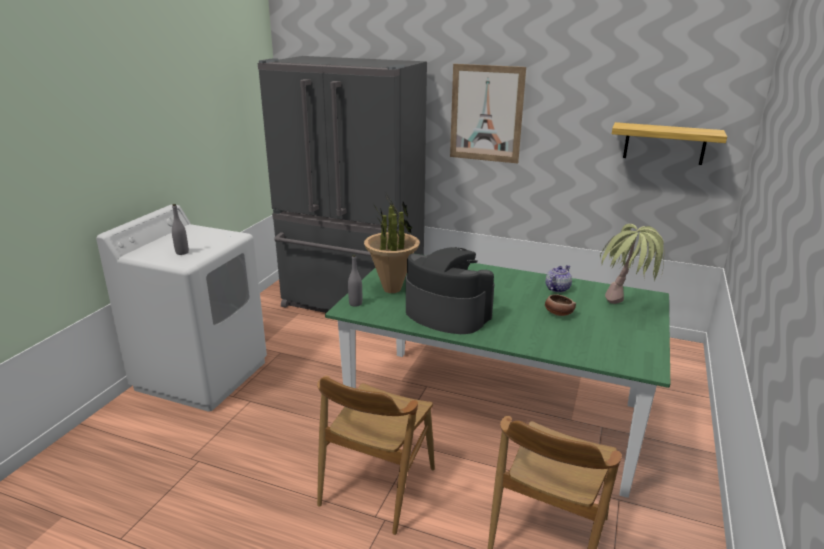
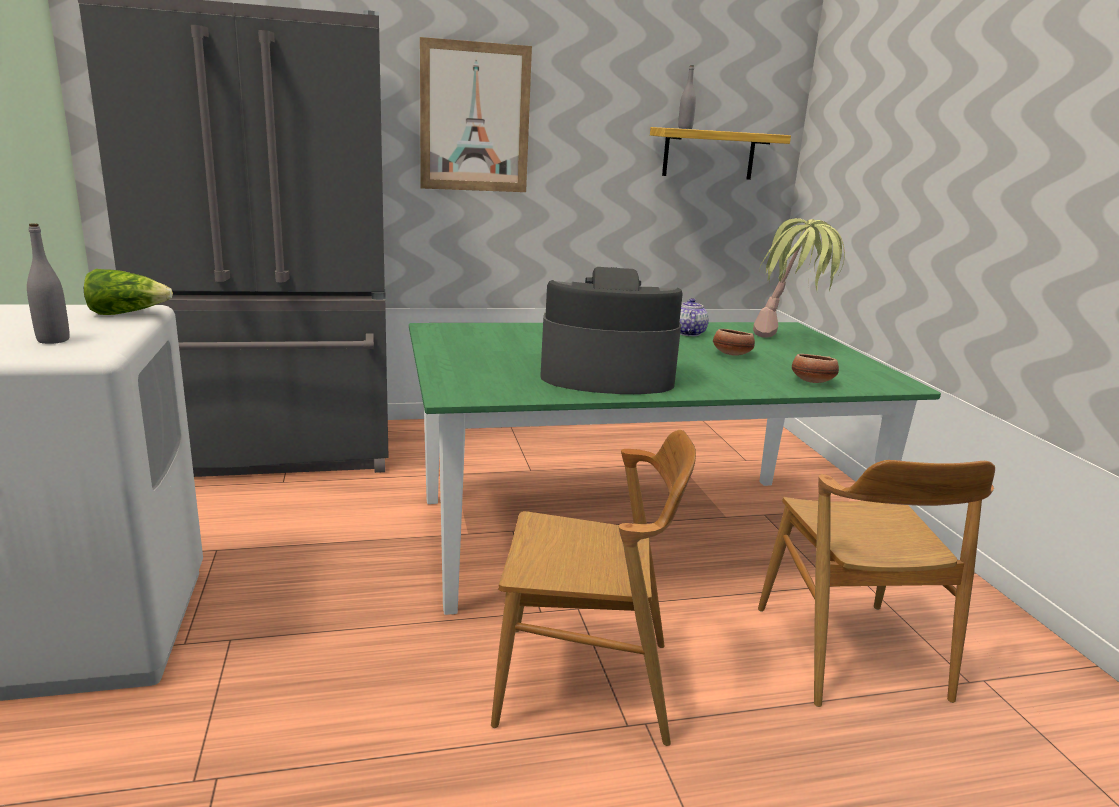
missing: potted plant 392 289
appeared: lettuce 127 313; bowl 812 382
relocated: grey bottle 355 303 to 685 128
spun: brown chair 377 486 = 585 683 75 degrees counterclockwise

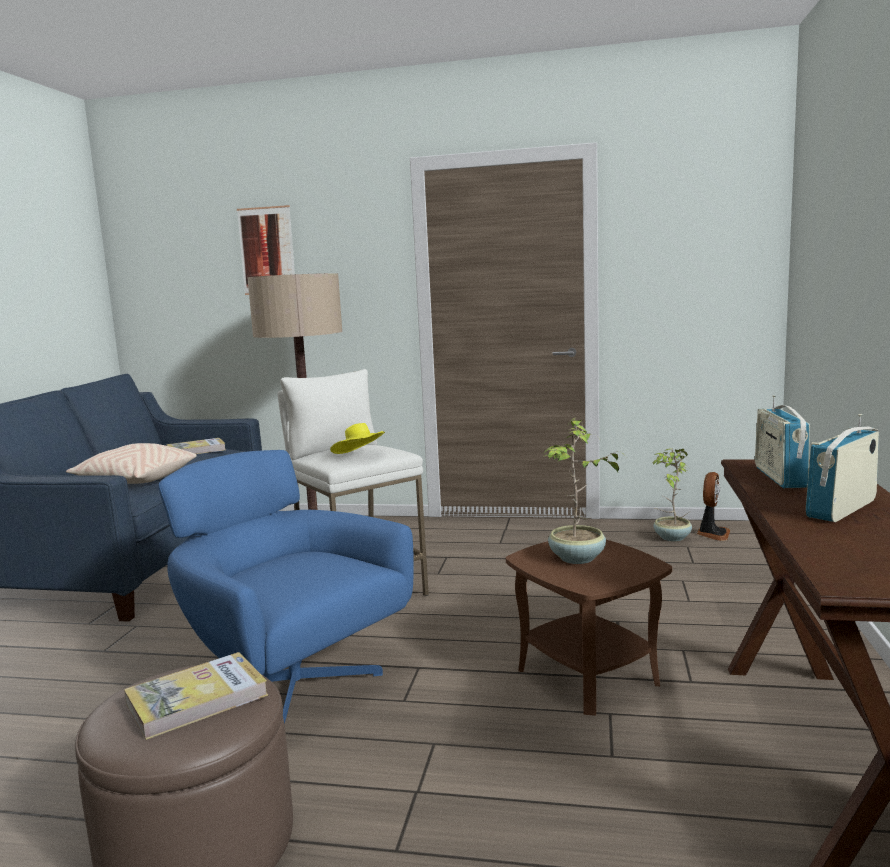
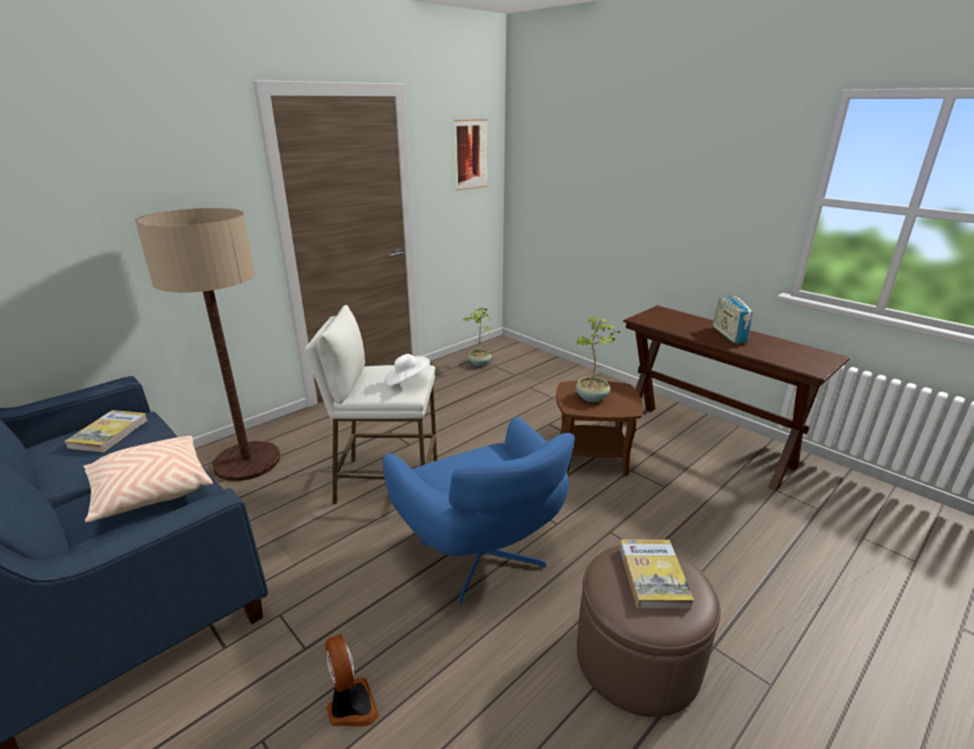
missing: radio 780 477
relocated: picture 267 251 to 471 154; fan 712 534 to 350 707
colour: yellow hat 359 456 to white hat 407 381
spun: blue armchair 291 680 = 484 558 105 degrees counterclockwise

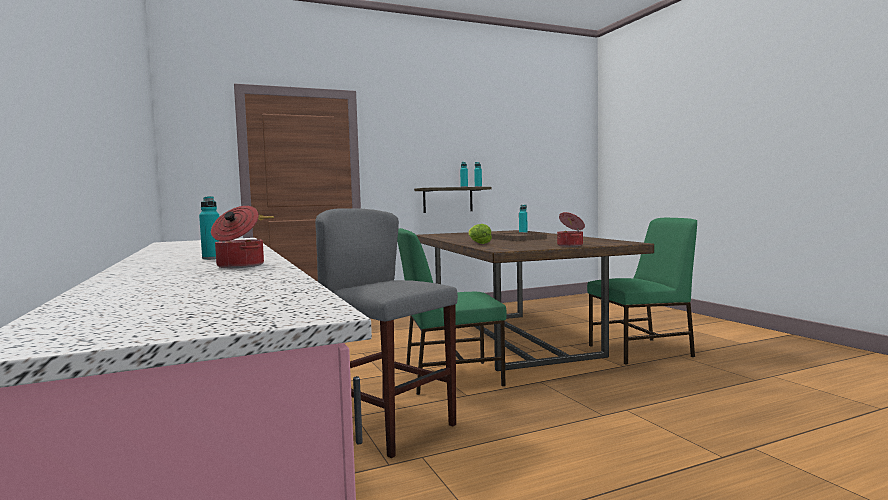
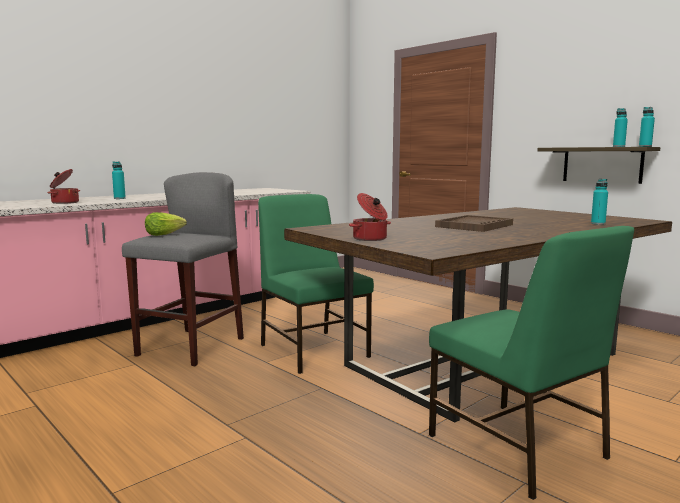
relocated: lettuce 478 243 to 164 234

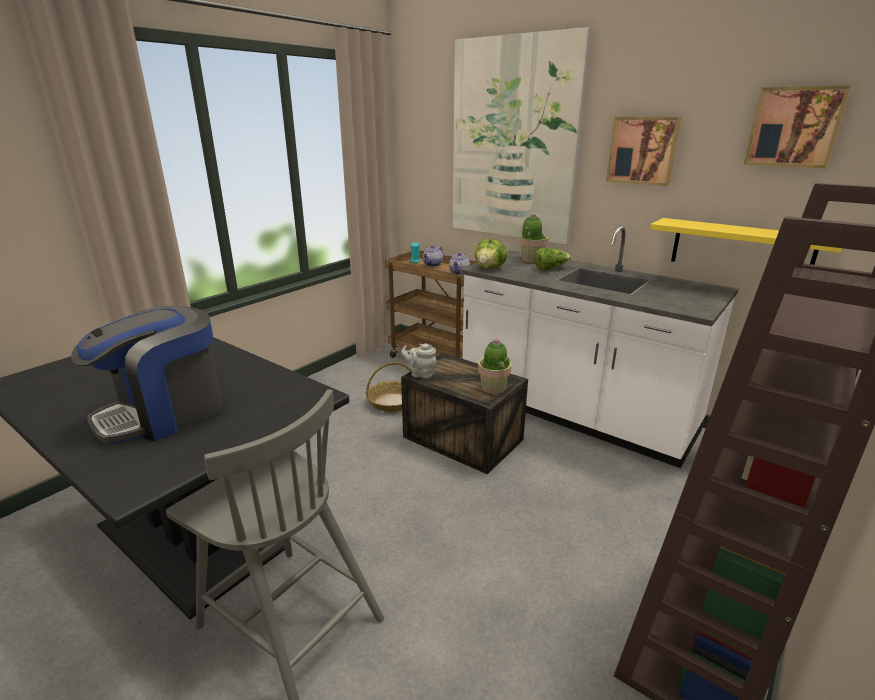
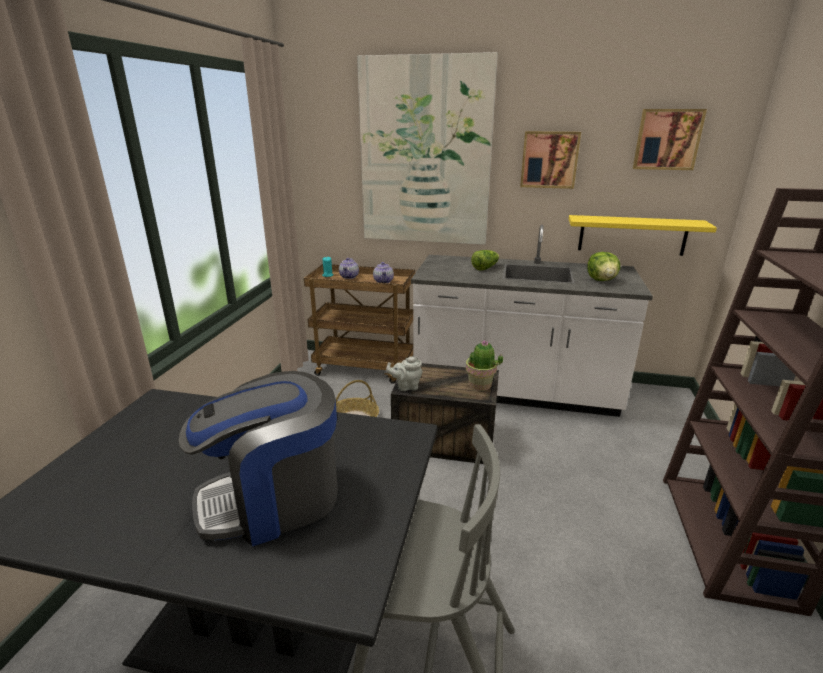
missing: potted plant 531 260
relocated: lettuce 490 268 to 602 280
spun: coffee machine 164 413 = 273 499 45 degrees clockwise

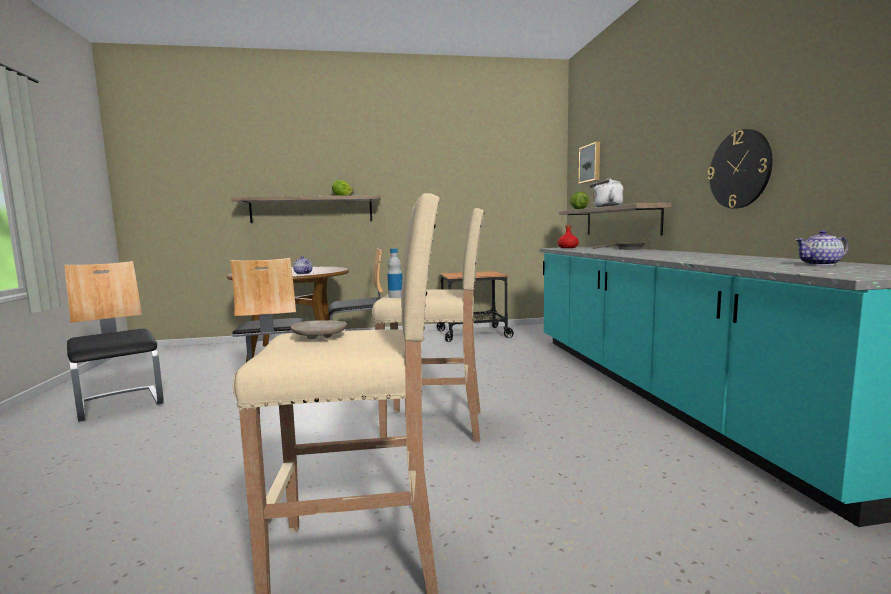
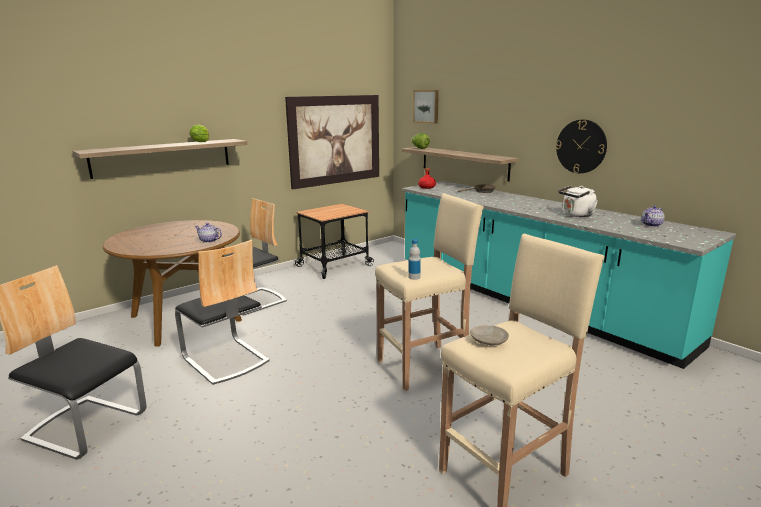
appeared: picture 335 140
relocated: white kettle 605 207 to 576 215

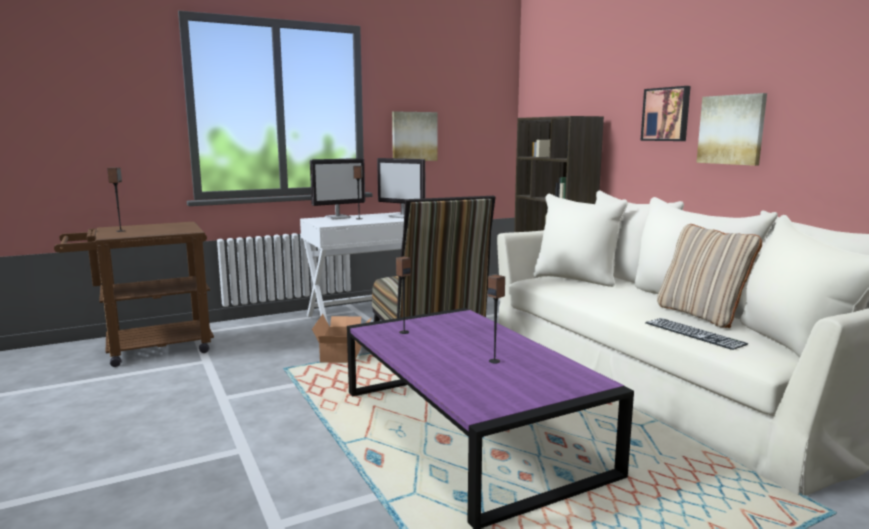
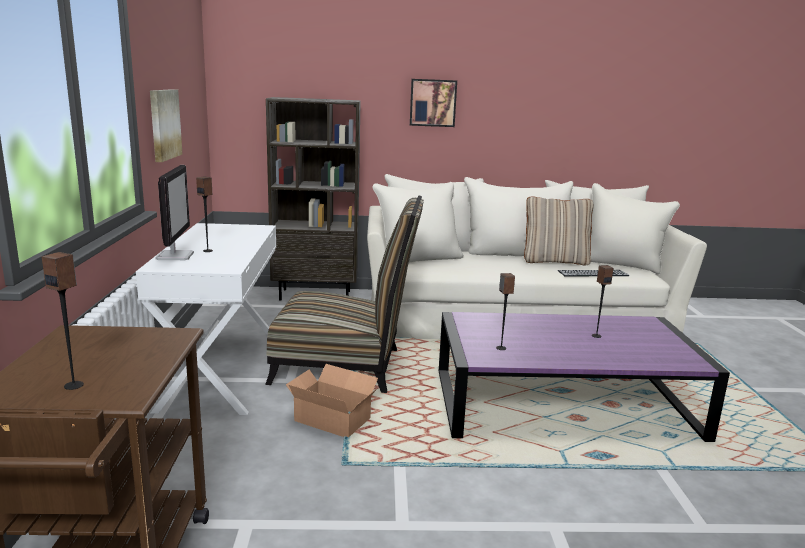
missing: monitor 402 216; picture 731 129

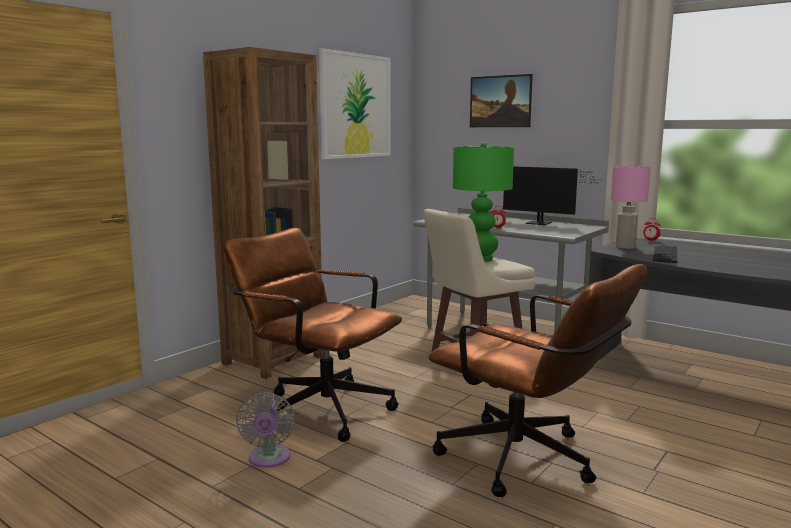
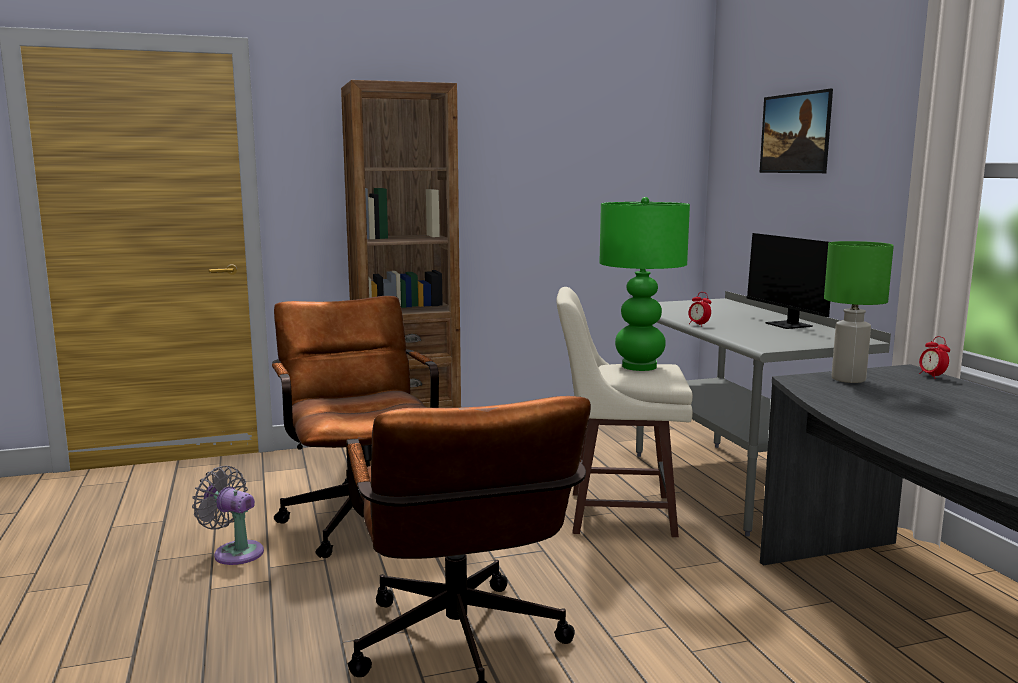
missing: picture 355 106; keyboard 665 254
colour: pink table lamp 626 247 to green table lamp 849 379
spun: grey fan 269 459 = 235 552 90 degrees clockwise

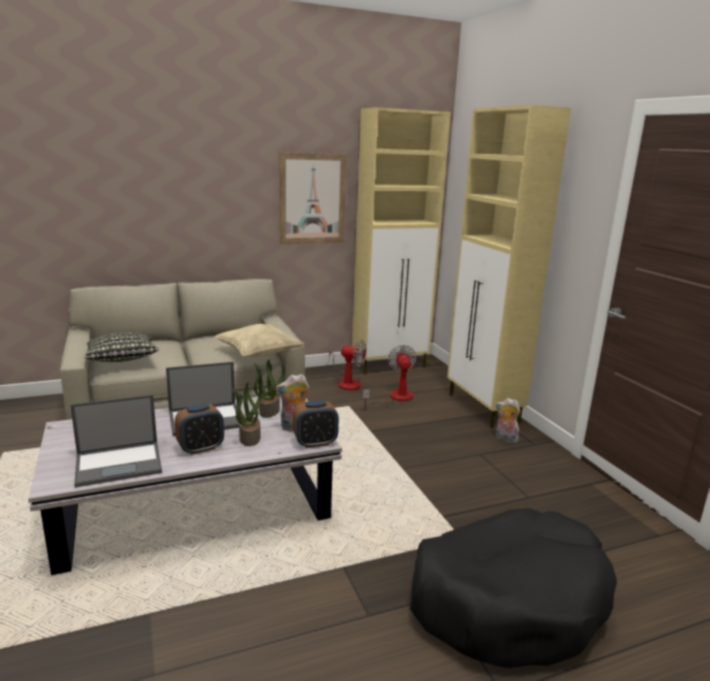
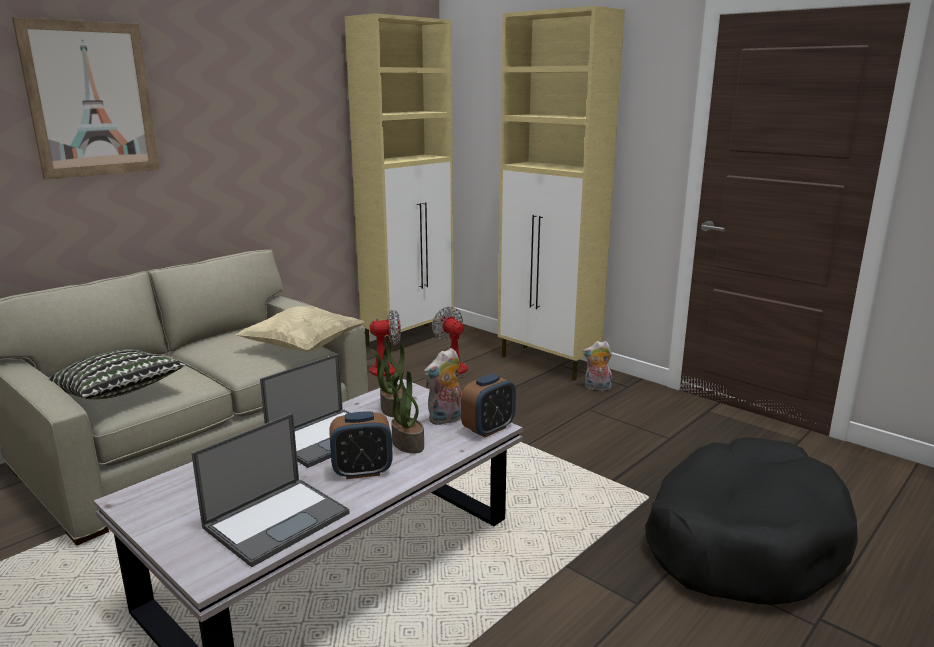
relocated: picture 312 199 to 91 100
spun: alarm clock 200 448 = 362 471 45 degrees clockwise

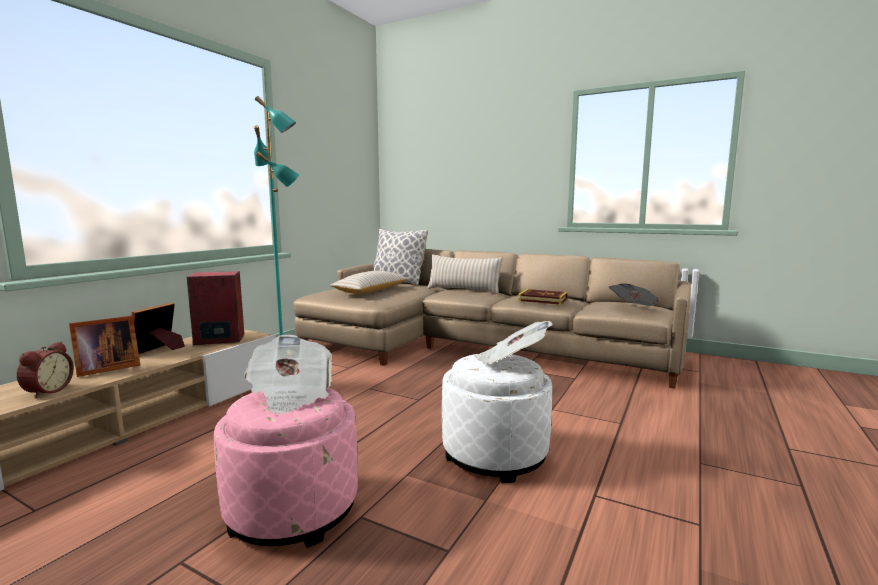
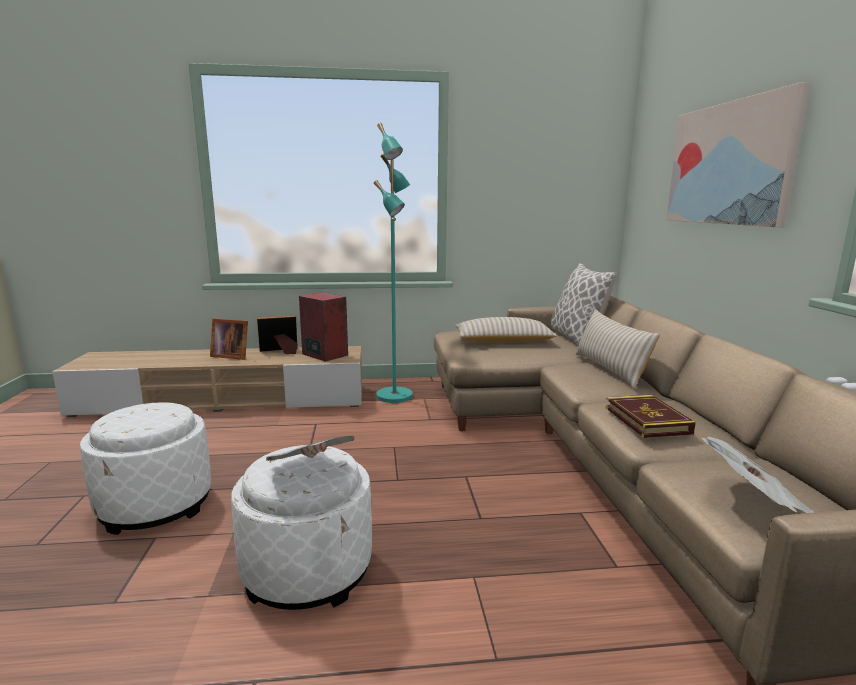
missing: alarm clock 46 391; newspaper 291 395
appeared: picture 729 164
colour: pink ottoman 293 509 to white ottoman 155 505

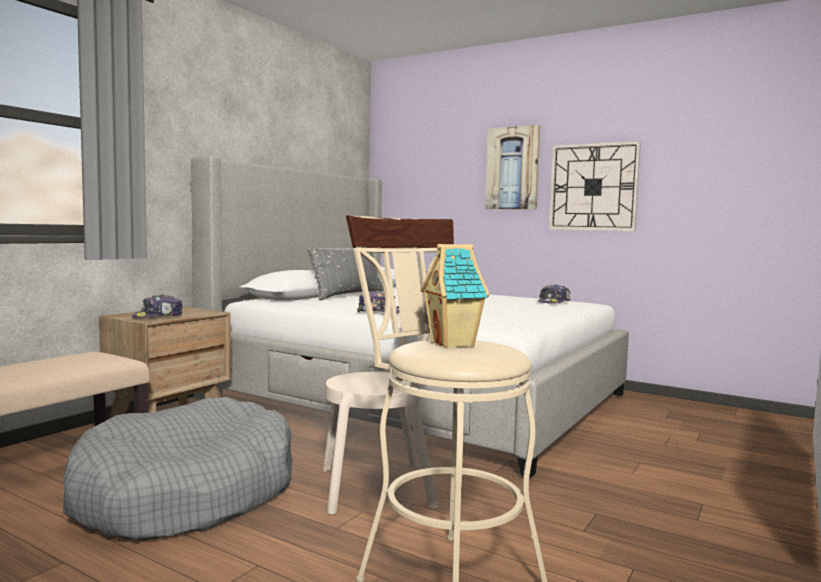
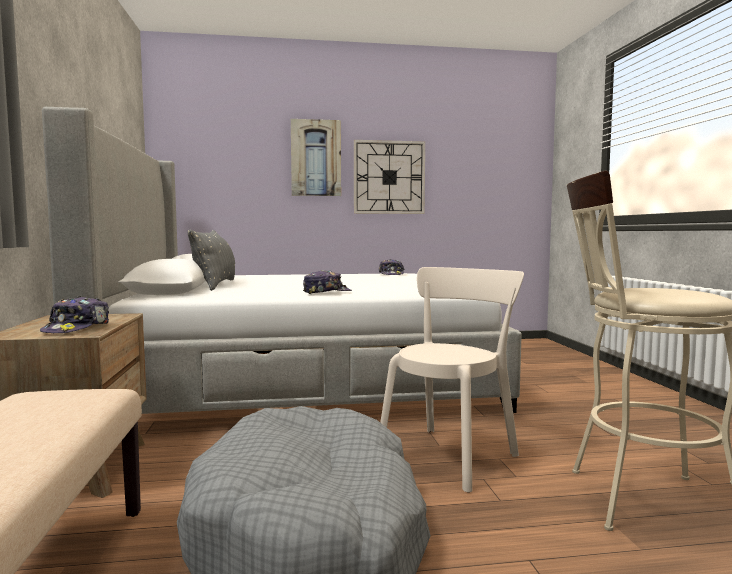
missing: toy house 454 344

